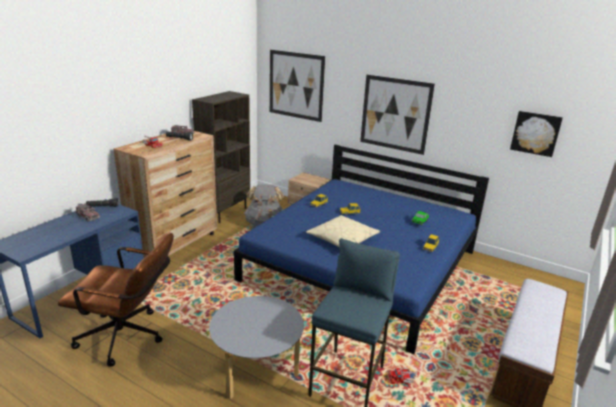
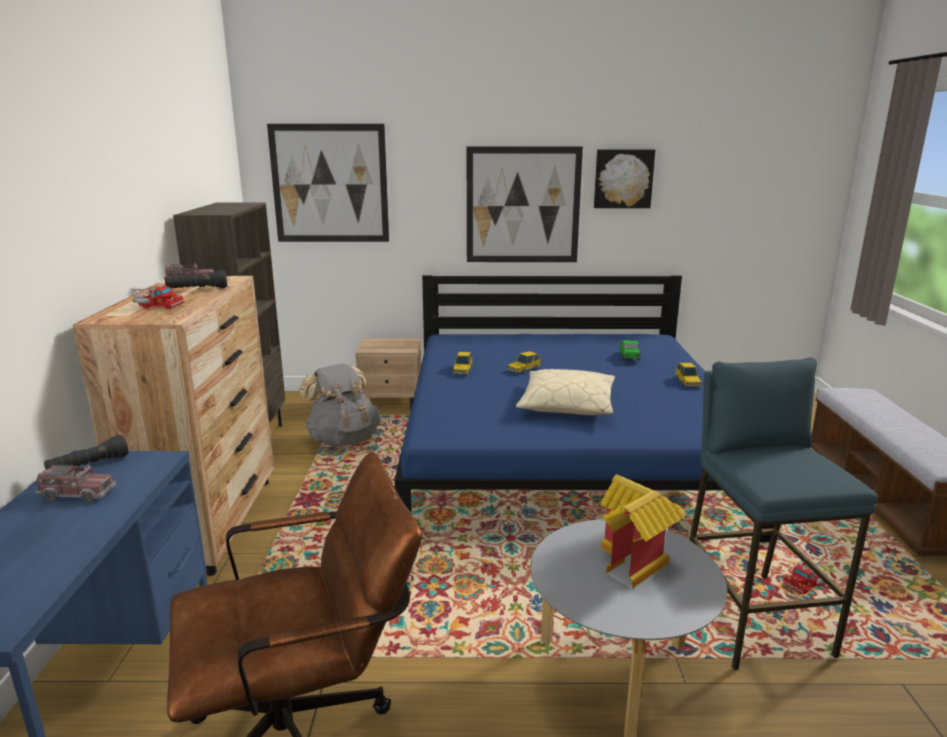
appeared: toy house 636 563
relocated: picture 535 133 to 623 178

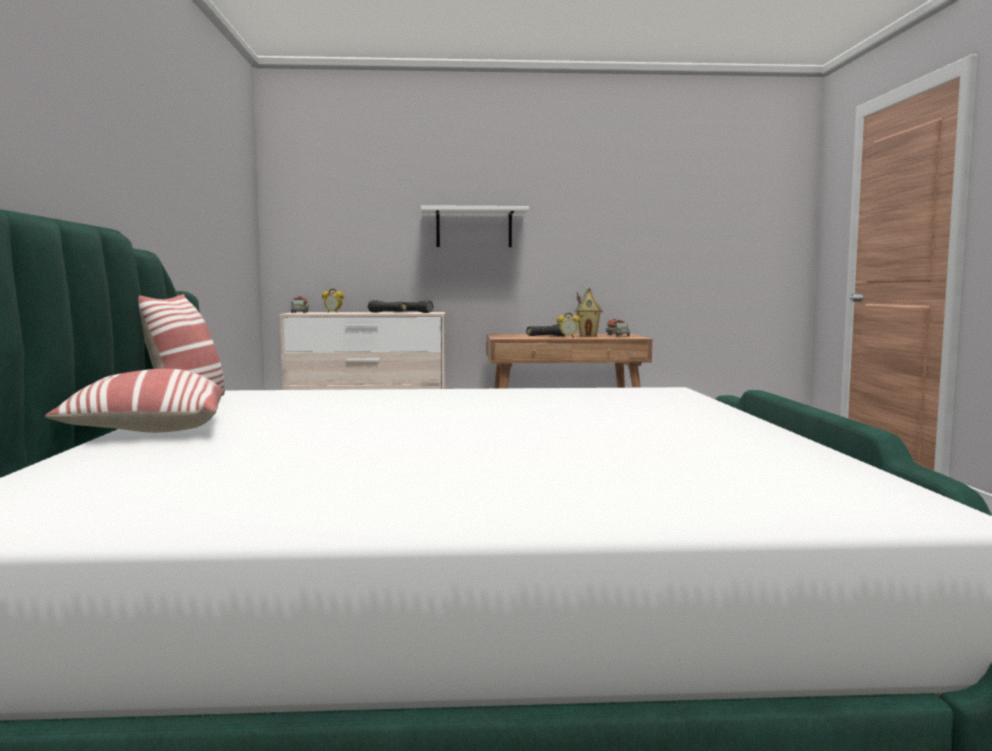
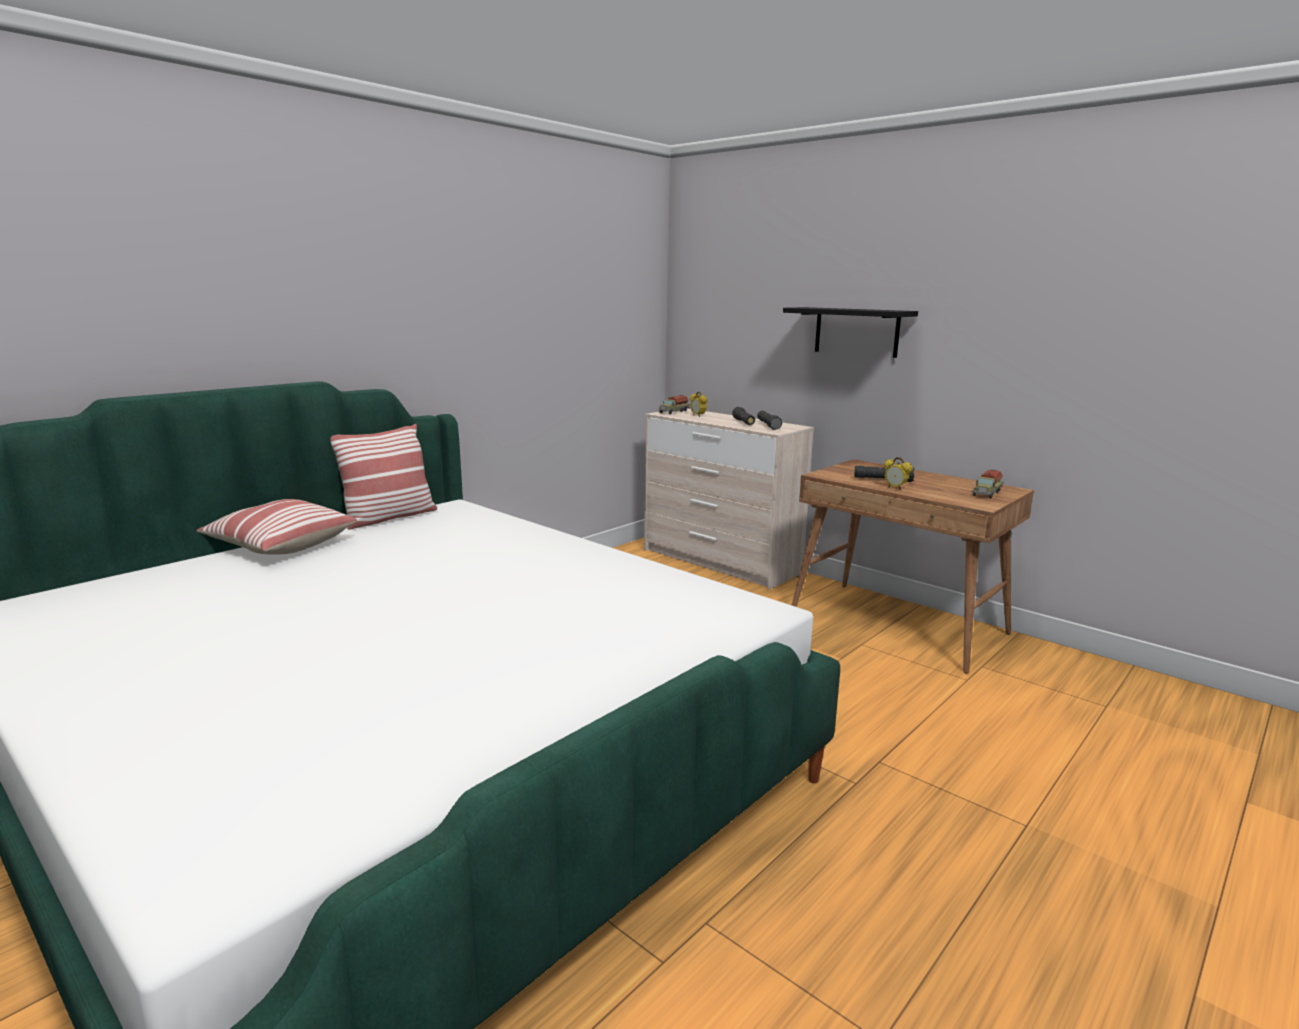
missing: toy house 588 336
colour: white shelf 474 228 to black shelf 856 331

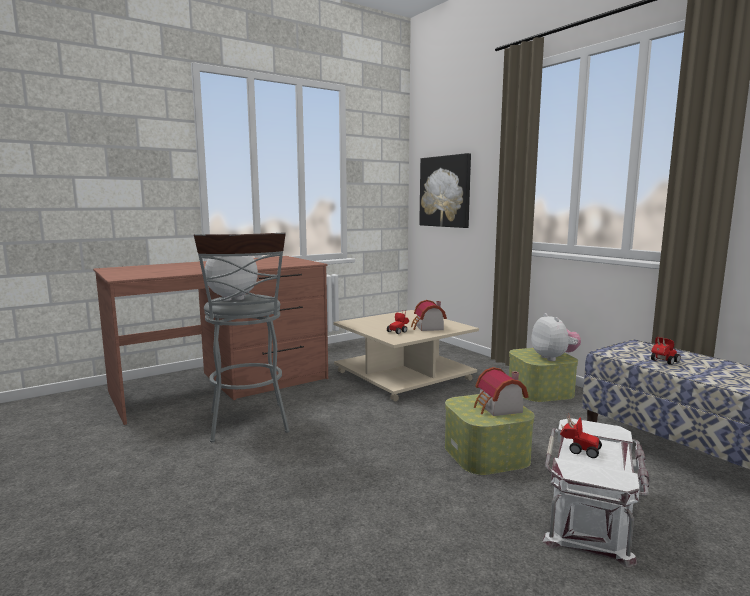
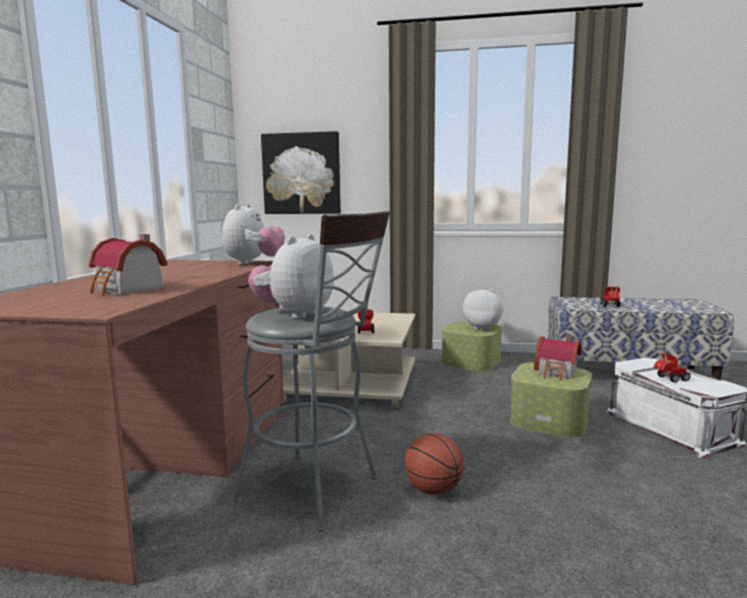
appeared: plush toy 253 263; basketball 433 490
relocated: toy house 427 328 to 127 290

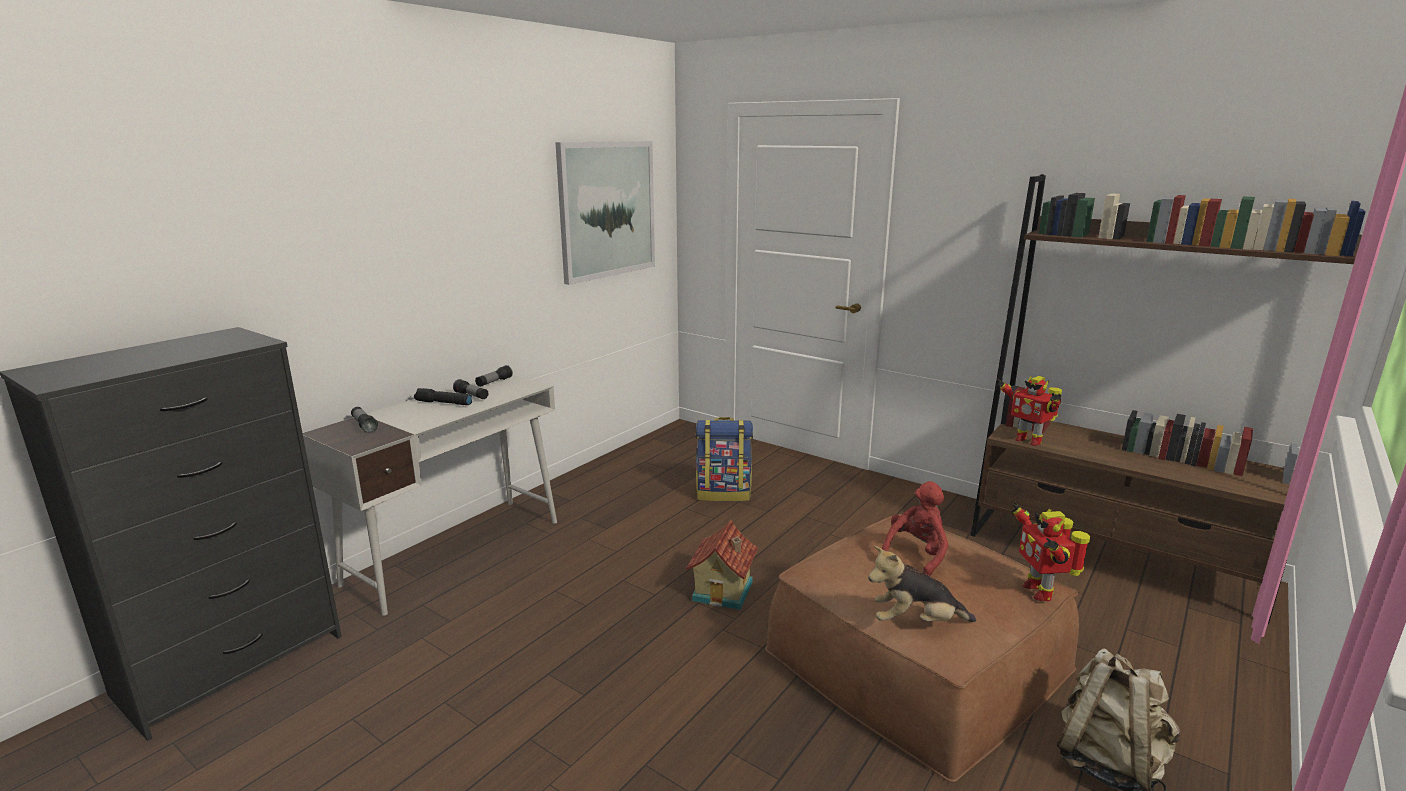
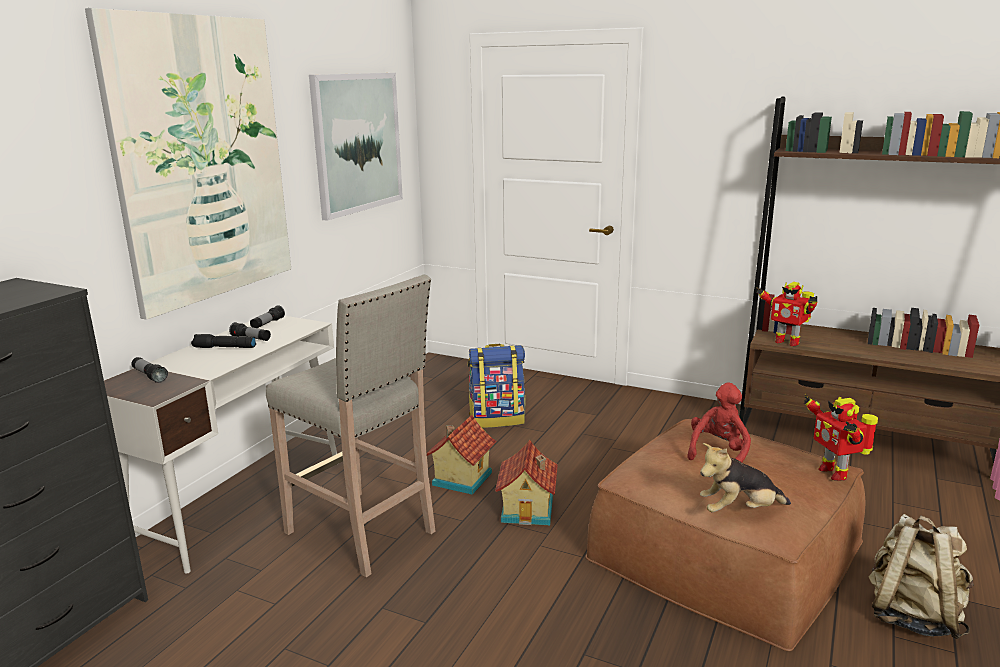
appeared: picture 202 160; beige stool 362 533; toy house 460 479

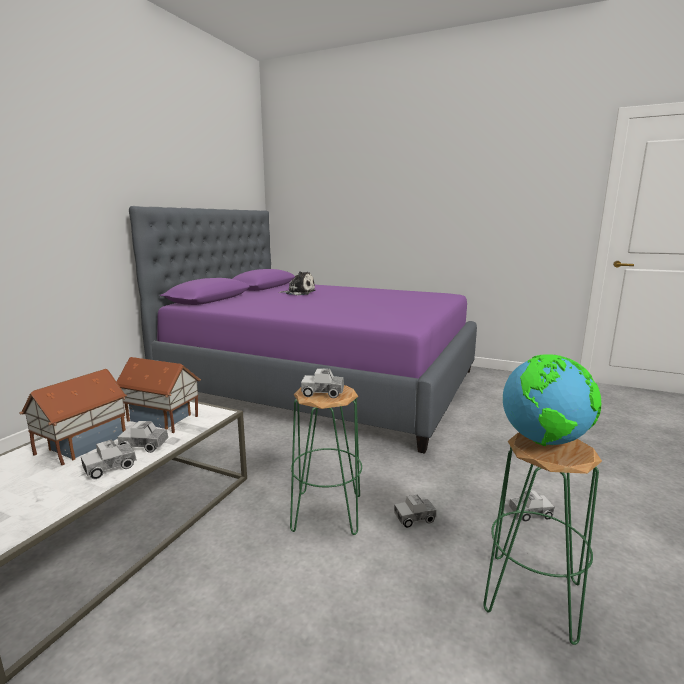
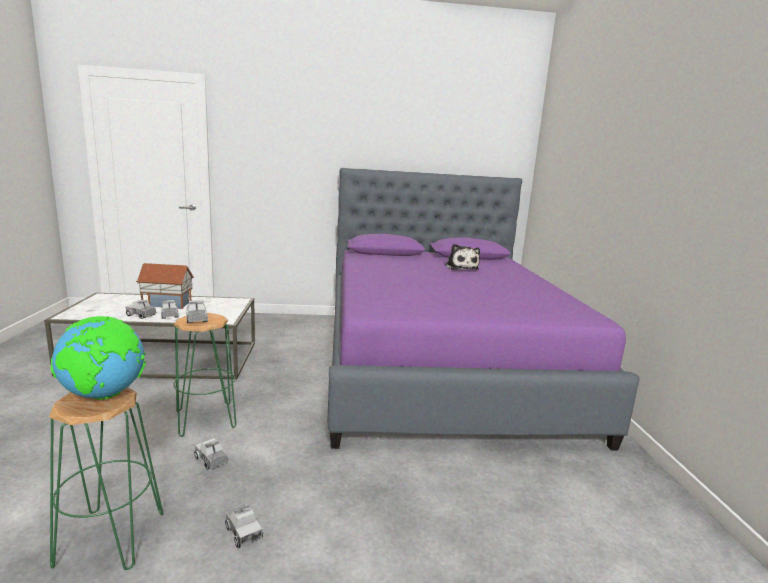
missing: toy house 161 420

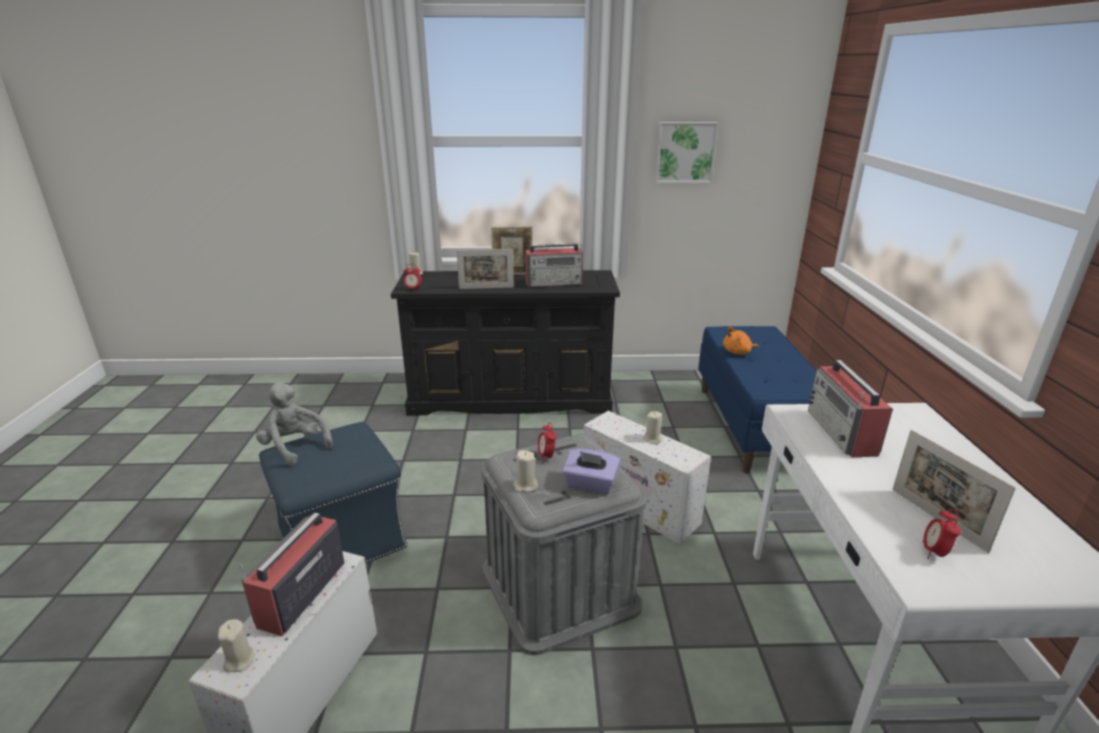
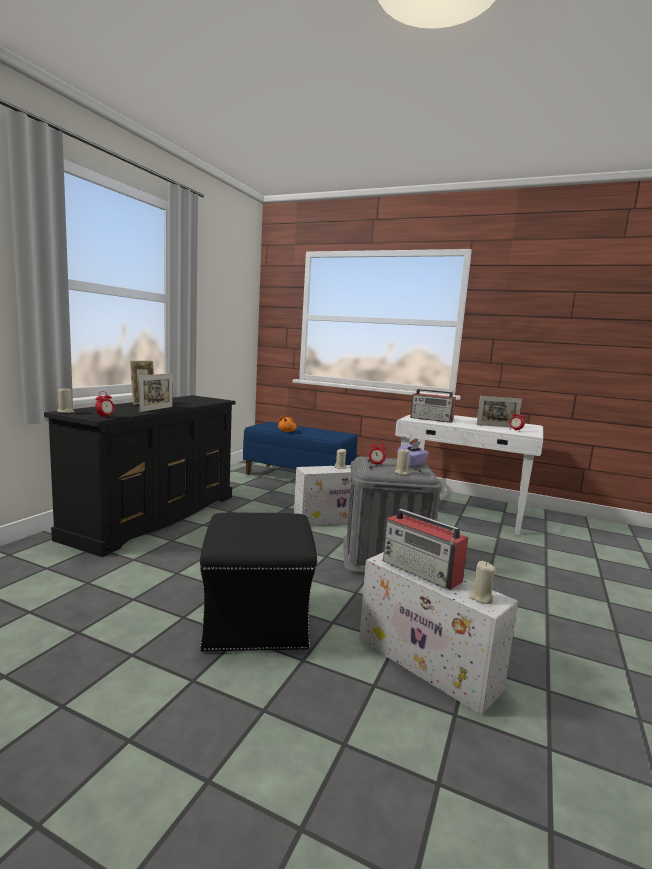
missing: grey plush toy 295 447; radio 555 283; picture 685 152
colour: blue ottoman 343 537 to black ottoman 256 619

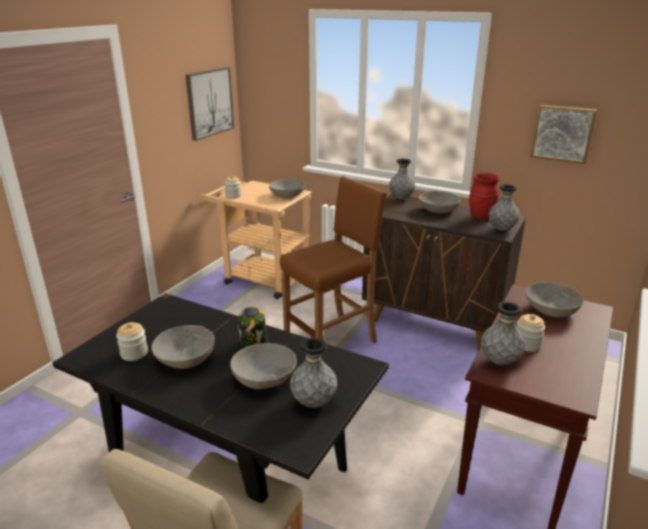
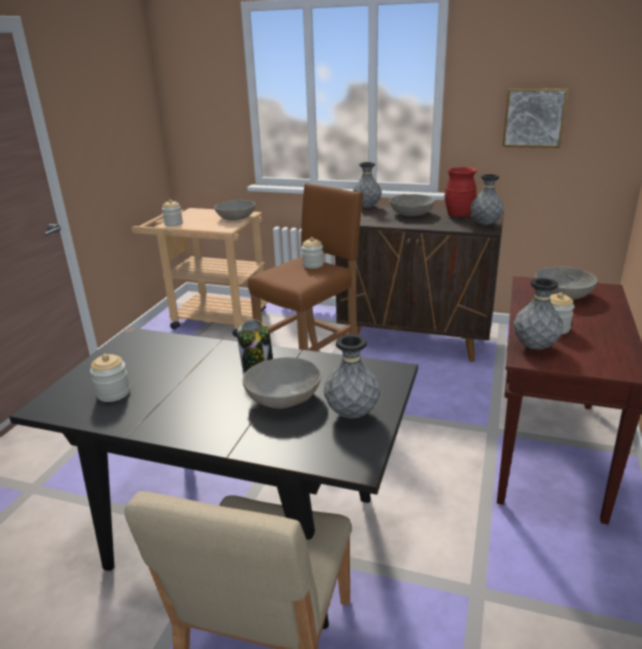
missing: grey bowl 185 358; picture 209 103
appeared: jar 313 265

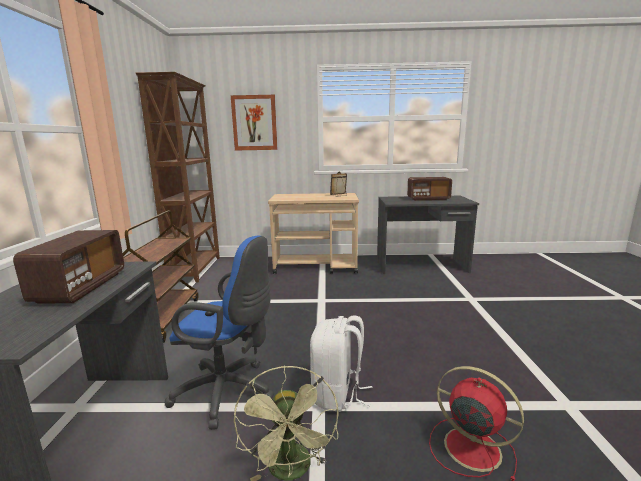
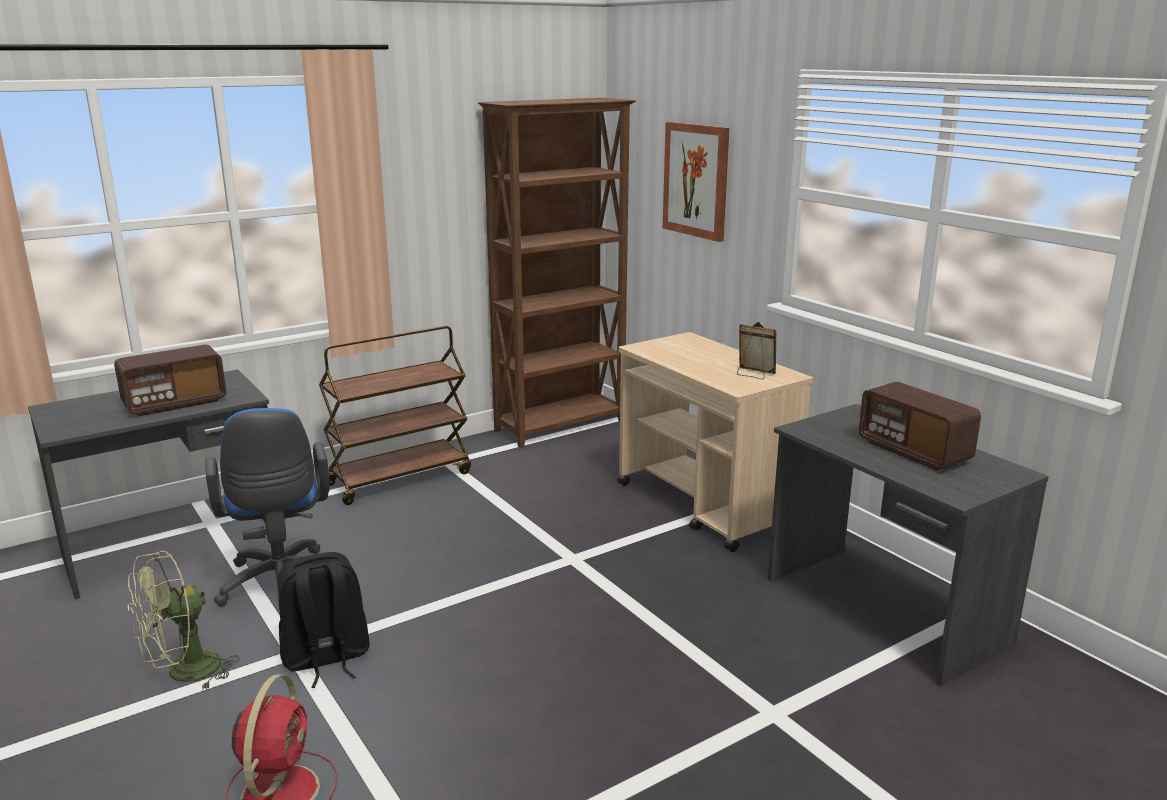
colour: white backpack 338 394 to black backpack 326 659

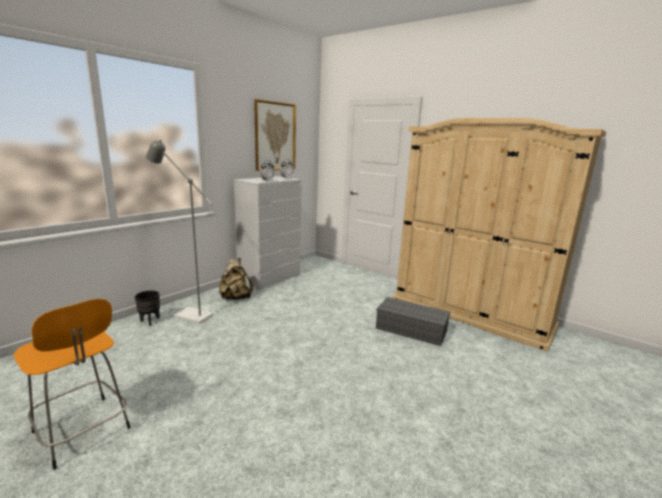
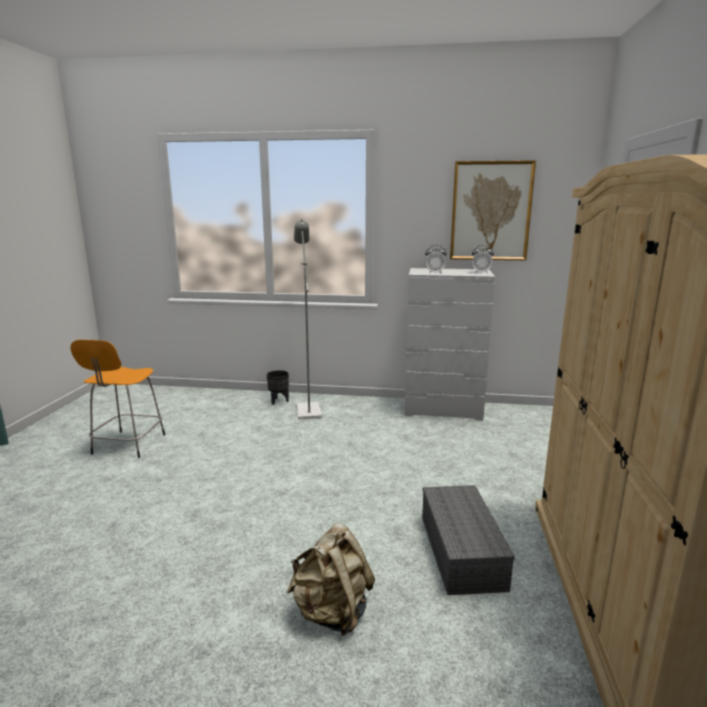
relocated: beige backpack 235 298 to 332 612

